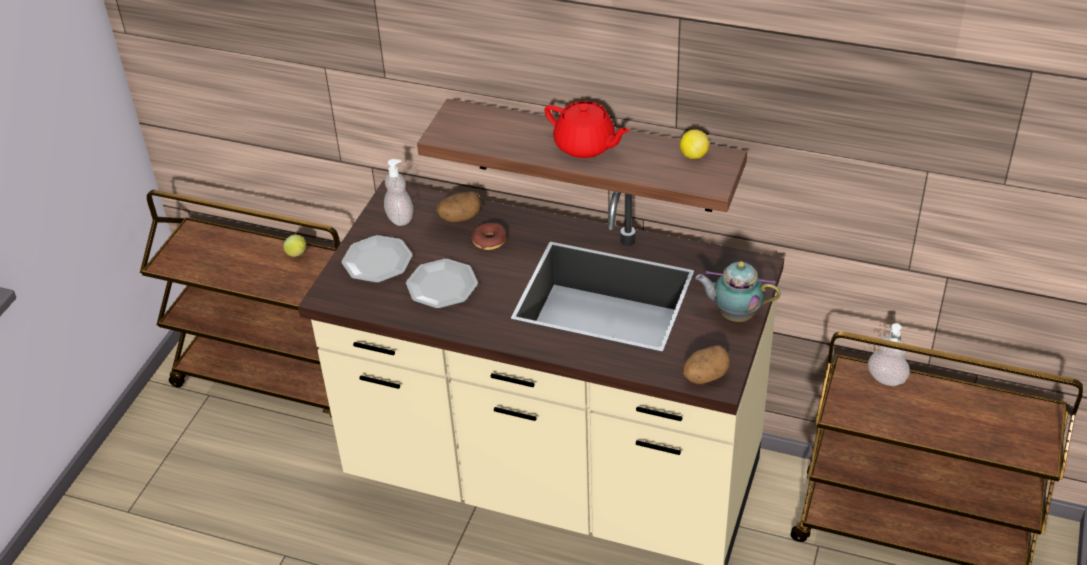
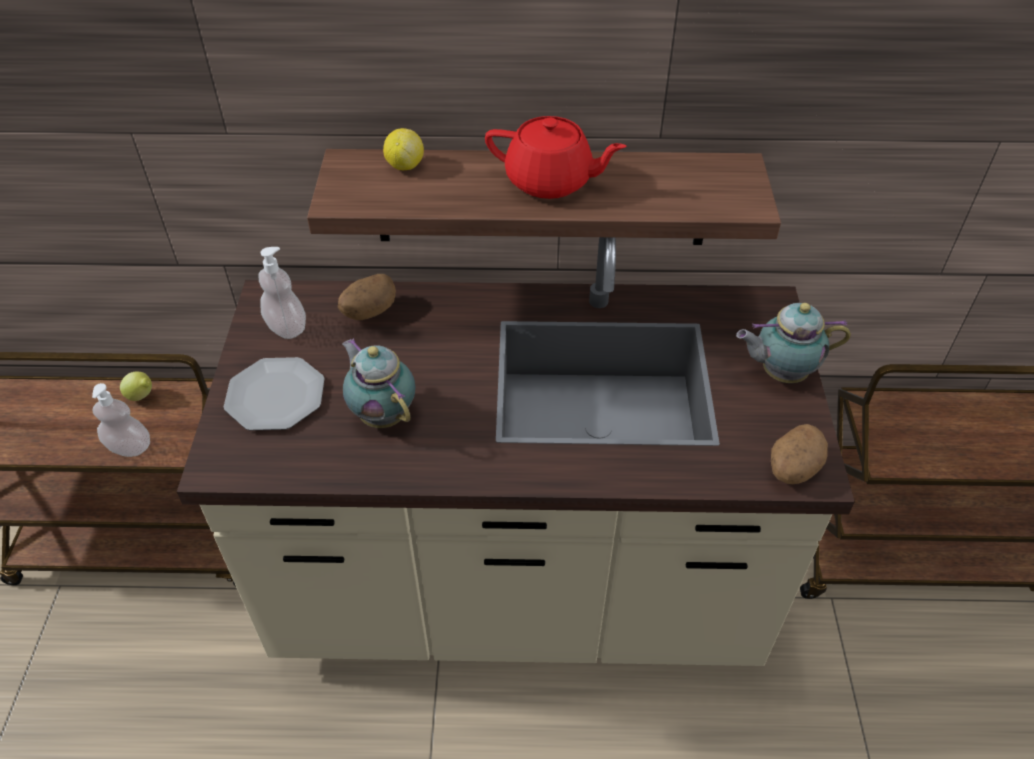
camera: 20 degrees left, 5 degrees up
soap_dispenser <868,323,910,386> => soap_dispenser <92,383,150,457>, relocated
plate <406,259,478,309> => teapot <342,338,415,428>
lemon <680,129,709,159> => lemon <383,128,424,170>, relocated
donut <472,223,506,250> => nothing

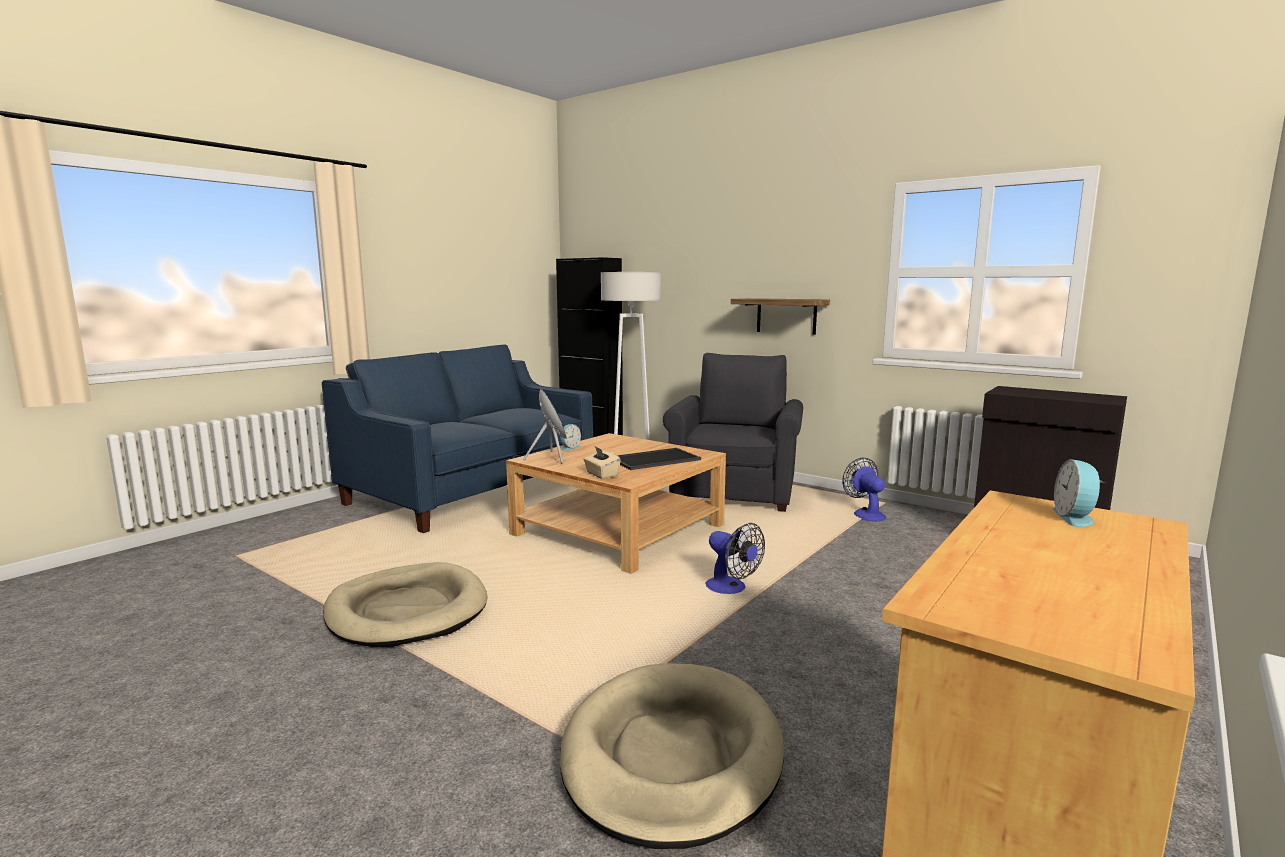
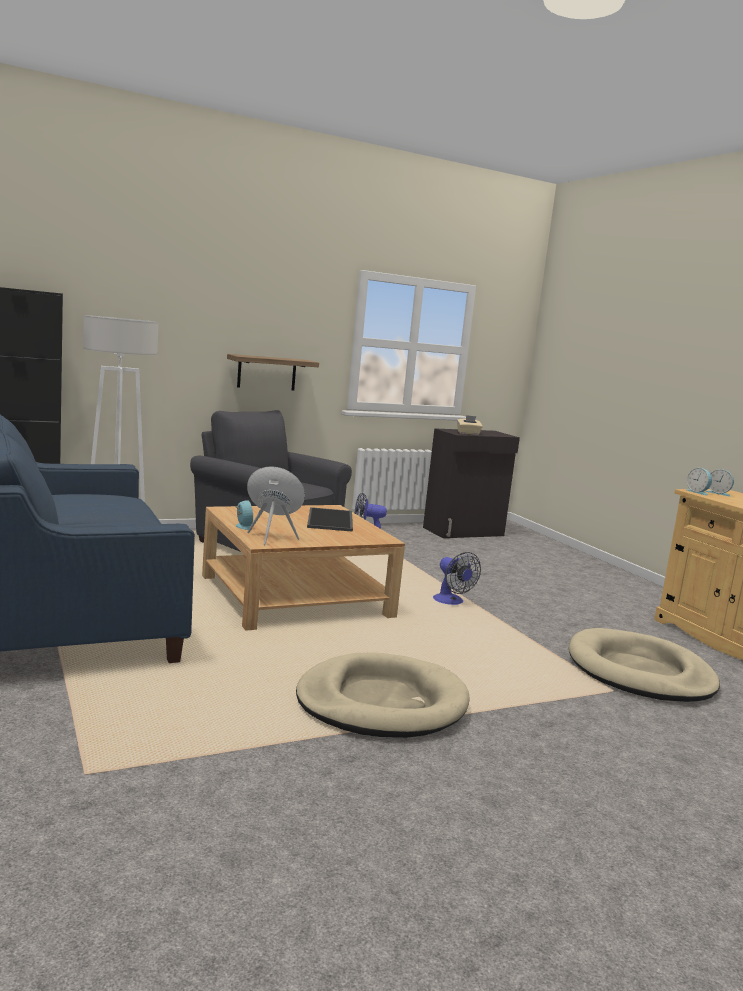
camera: 65 degrees left, 0 degrees up
fan <705,523,765,594> => fan <433,552,481,605>, 75 degrees clockwise
beige_tissue_box <583,447,621,479> => beige_tissue_box <457,415,483,435>, relocated
nothing => alarm_clock <686,468,712,496>

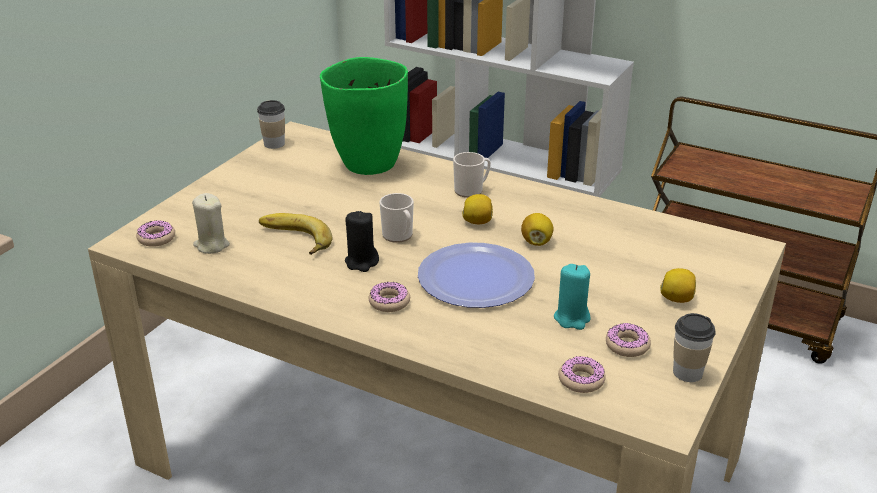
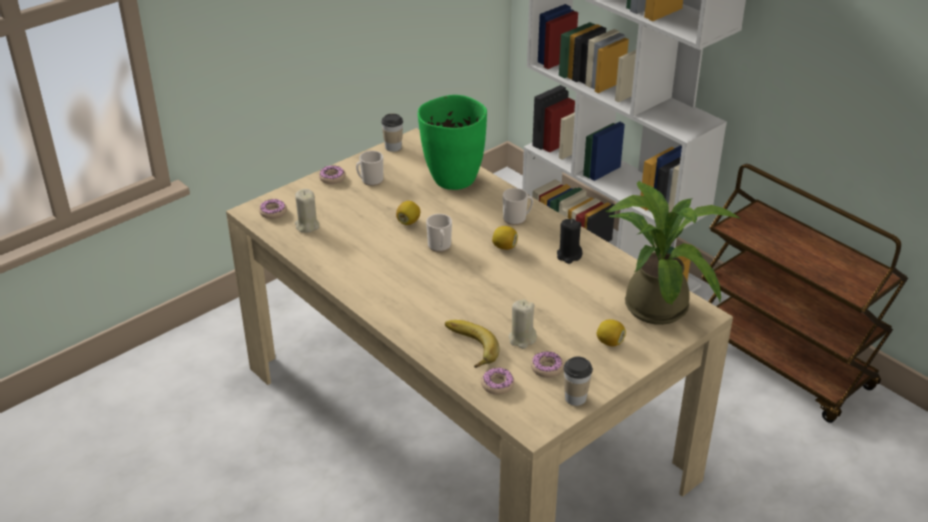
camera: 20 degrees right, 5 degrees up
donut <368,281,410,312> => donut <319,166,346,184>, relocated
nothing => mug <356,151,383,186>
lemon <521,213,554,246> => lemon <396,201,420,225>, relocated
banana <259,213,332,255> => banana <445,320,499,368>, relocated
turquoise_candle <554,264,591,330> => beige_candle <509,300,537,349>
black_candle <345,211,379,272> => black_candle <557,219,582,264>, relocated
nothing => potted_plant <605,181,741,325>
plate <418,243,535,308> => nothing

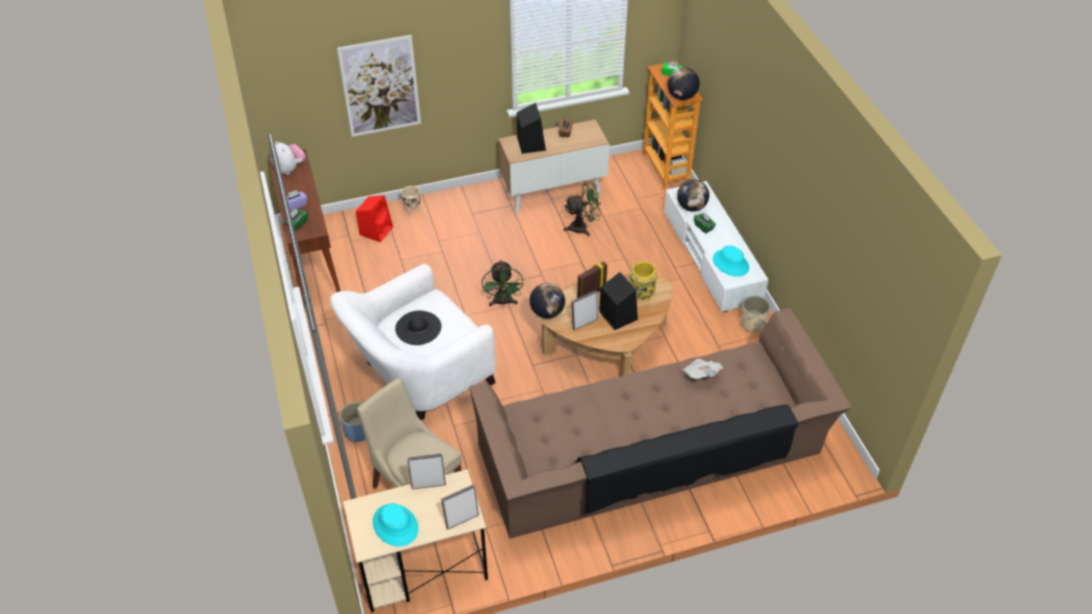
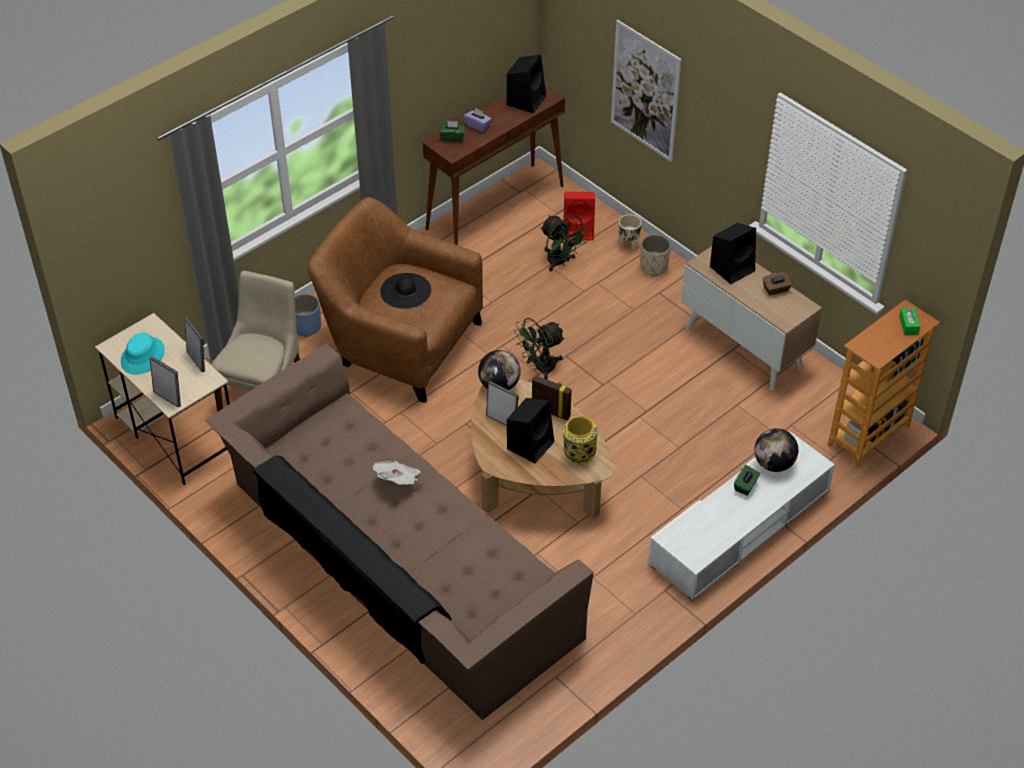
camera: 65 degrees right, 0 degrees up
white_armchair <330,264,496,421> => brown_armchair <308,197,483,403>
newspaper <682,359,723,379> => newspaper <373,461,421,485>, relocated
plush_toy <270,141,306,175> => black_speaker <507,54,546,113>
green_fan <564,183,602,236> => green_fan <540,215,589,271>, relocated
beige_planter <740,296,770,332> => beige_planter <640,234,671,276>, relocated
globe <667,67,700,100> => nothing
turquoise_hat <713,246,749,277> => nothing

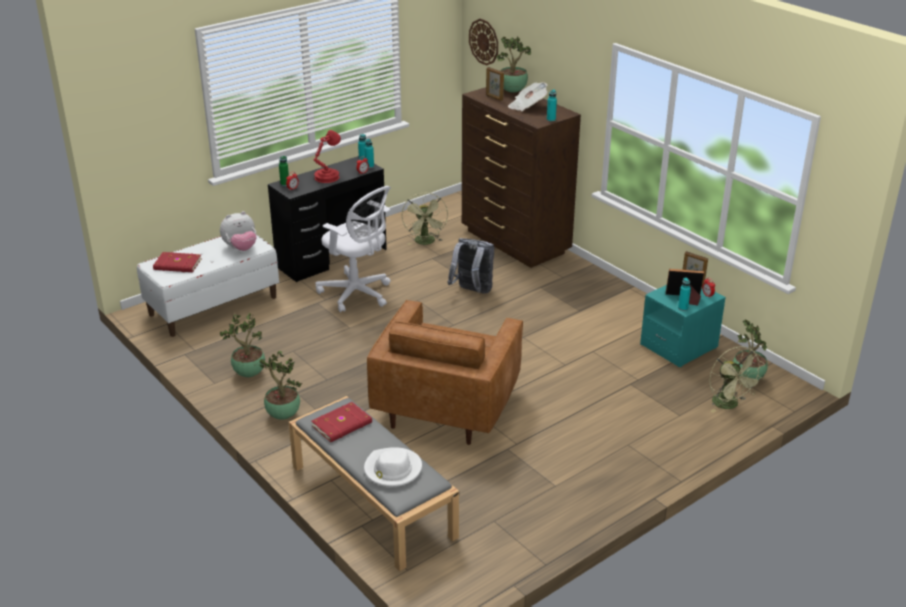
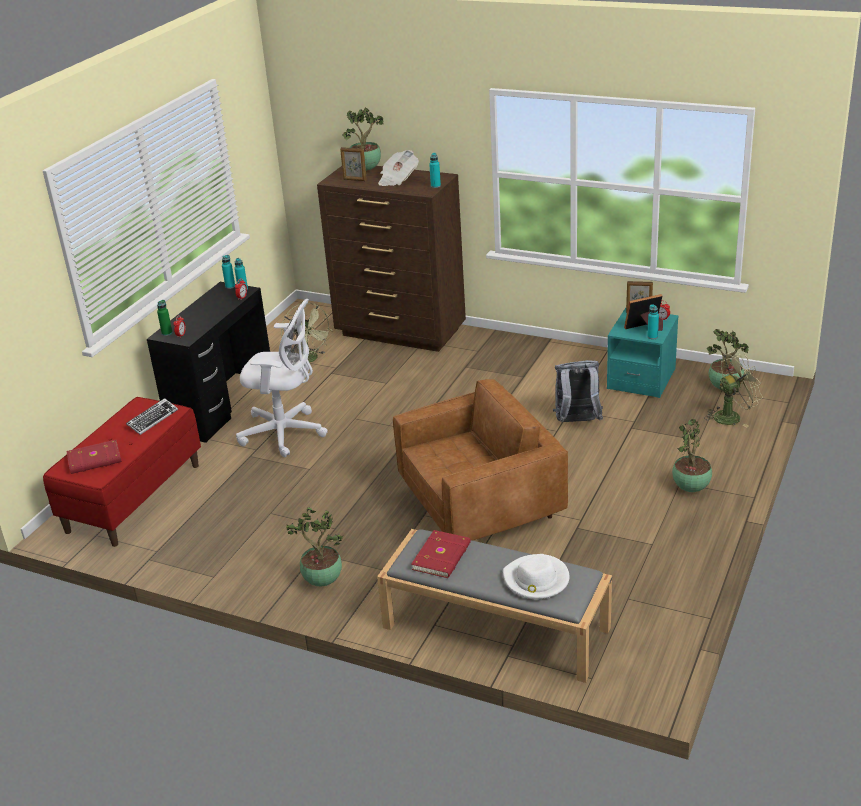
camera: 25 degrees left, 0 degrees up
white_bench <137,234,279,337> => red_bench <43,397,201,547>
plush_toy <220,211,256,251> => keyboard <126,398,178,435>
brown_armchair <367,300,523,445> => brown_armchair <393,379,568,541>, 105 degrees counterclockwise
grey_backpack <448,238,494,293> => grey_backpack <553,360,603,423>, relocated
potted_plant <220,313,265,377> => potted_plant <672,418,712,492>, relocated
green_fan <709,346,765,413> => green_fan <704,351,763,427>, 60 degrees counterclockwise
red_table_lamp <313,130,341,183> => nothing
wall_clock <469,19,498,66> => nothing

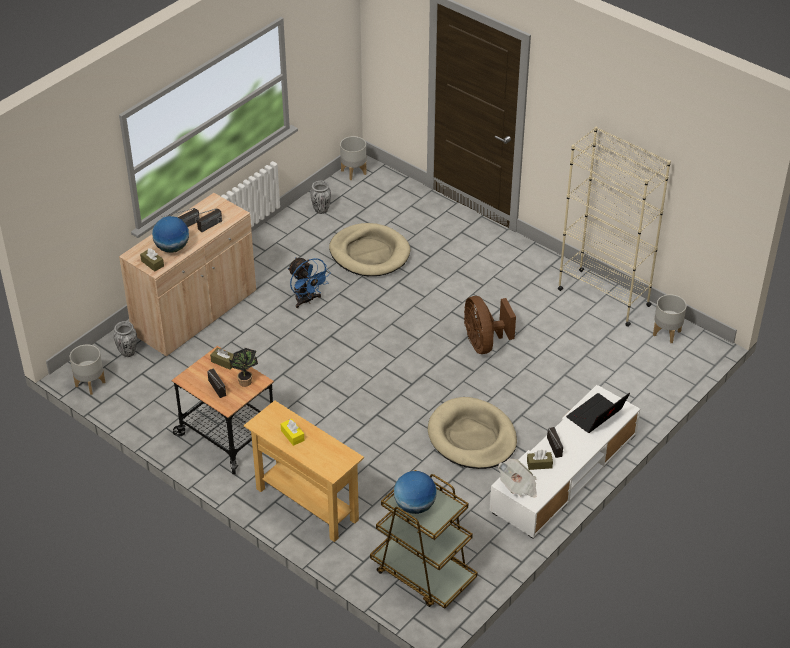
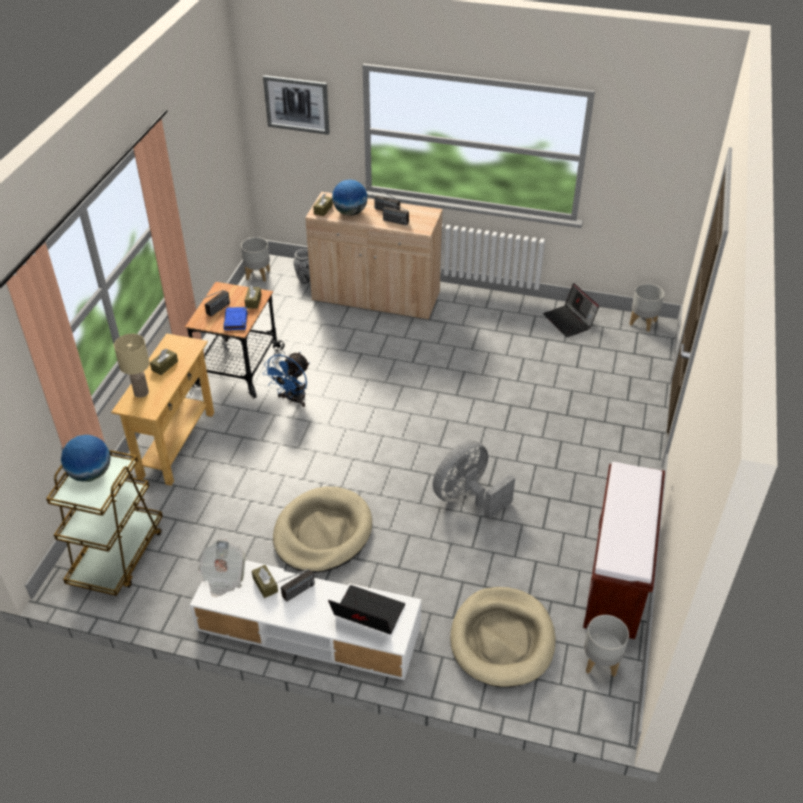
camera: 65 degrees right, 0 degrees up
nothing => beige_table_lamp <114,334,150,398>
yellow_tissue_box <281,419,304,446> => brown_tissue_box <150,349,178,375>
potted_plant <229,348,258,387> => blue_book <224,307,247,330>
nothing => picture <263,75,330,135>
blue_fan <288,257,331,308> => blue_fan <263,352,310,407>, relocated
brown_fan <464,296,516,354> => grey_fan <433,440,515,519>
beige_dog_bed <329,223,410,276> => beige_dog_bed <450,587,556,688>, relocated
vase <310,181,331,214> => laptop <543,283,599,337>
beige_bookcase <558,126,671,327> => brown_bench <583,462,665,639>

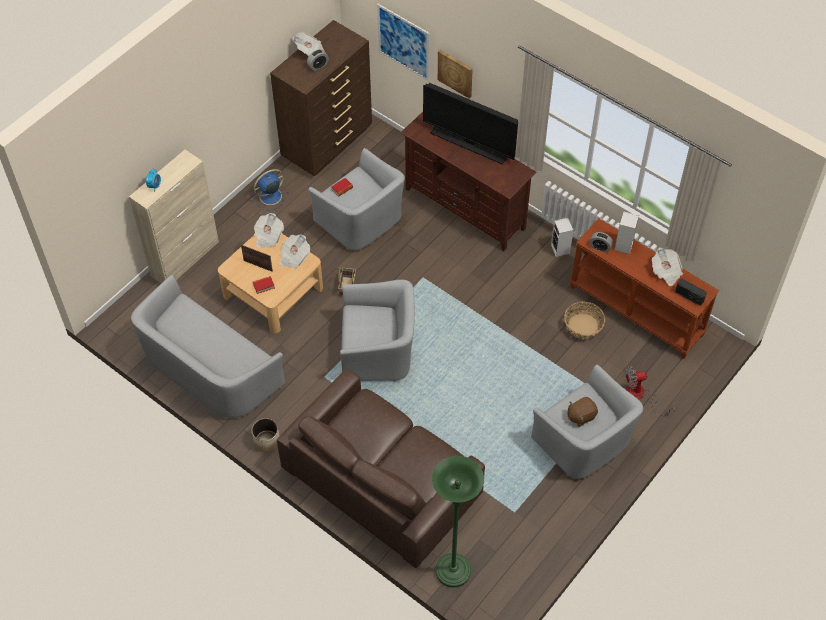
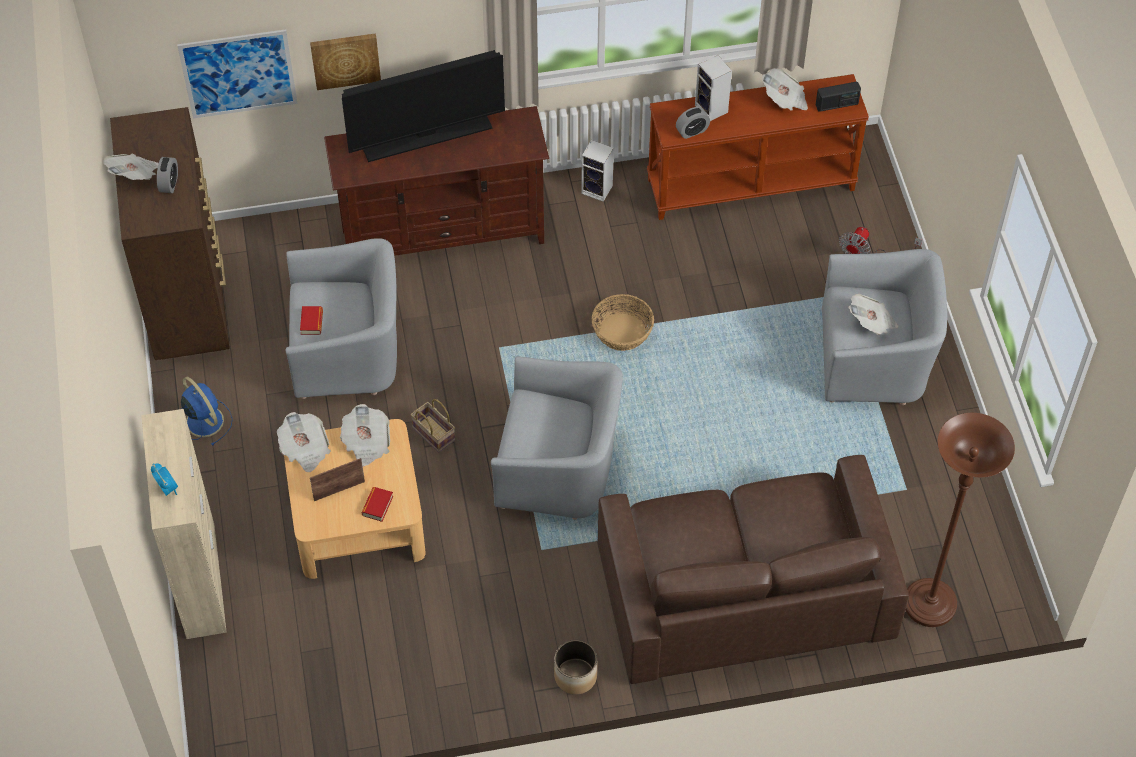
camera: 50 degrees left, 0 degrees up
blue_fan <254,169,289,211> => blue_fan <181,377,233,446>, 135 degrees clockwise
grey_armchair <340,280,415,382> => grey_armchair <491,357,623,520>, 60 degrees clockwise
basket <564,302,605,339> => basket <592,294,654,351>, relocated
brown_plush_toy <568,397,598,427> => newspaper <848,294,898,335>
green_floor_lamp <432,456,484,587> => brown_floor_lamp <906,413,1015,627>
grey_sofa <131,275,285,418> => nothing

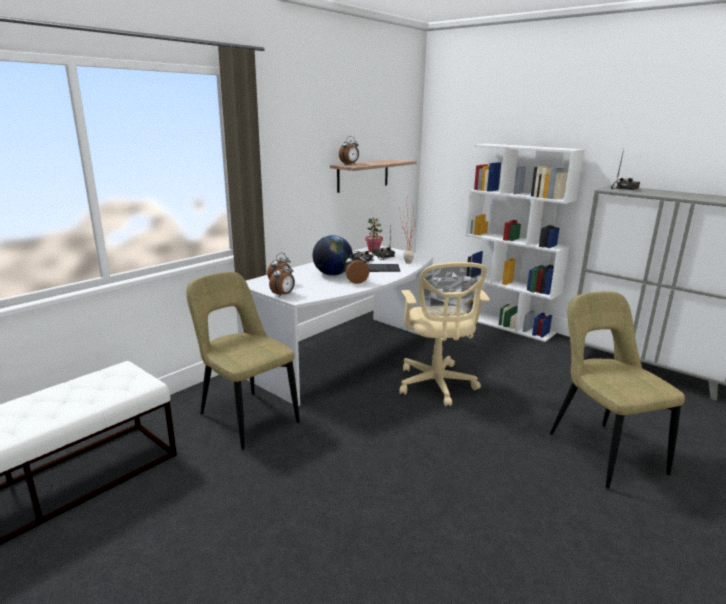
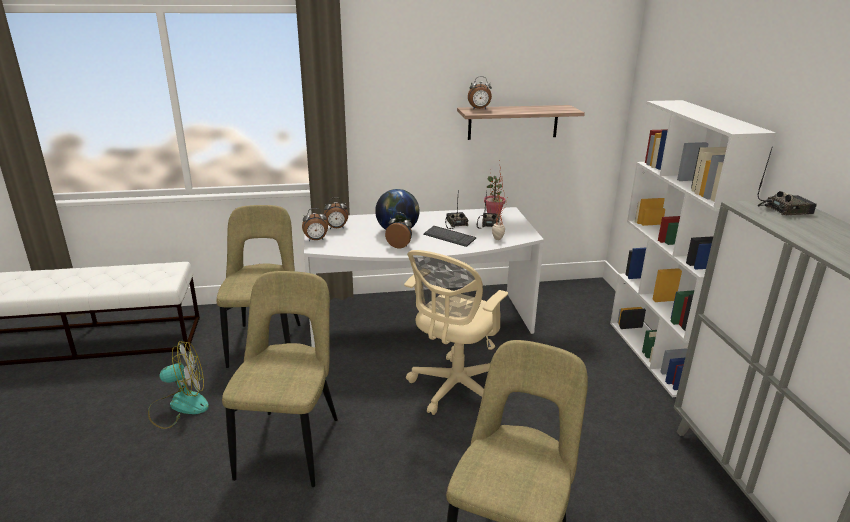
camera: 40 degrees right, 5 degrees up
nothing => fan <148,341,209,429>
nothing => beige_chair <222,271,338,487>

